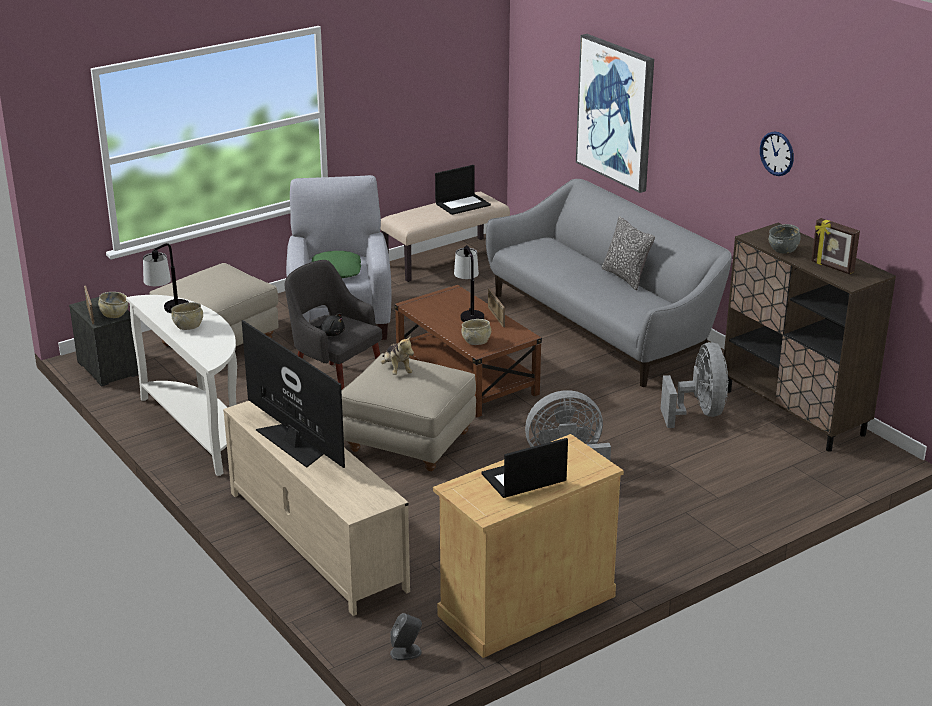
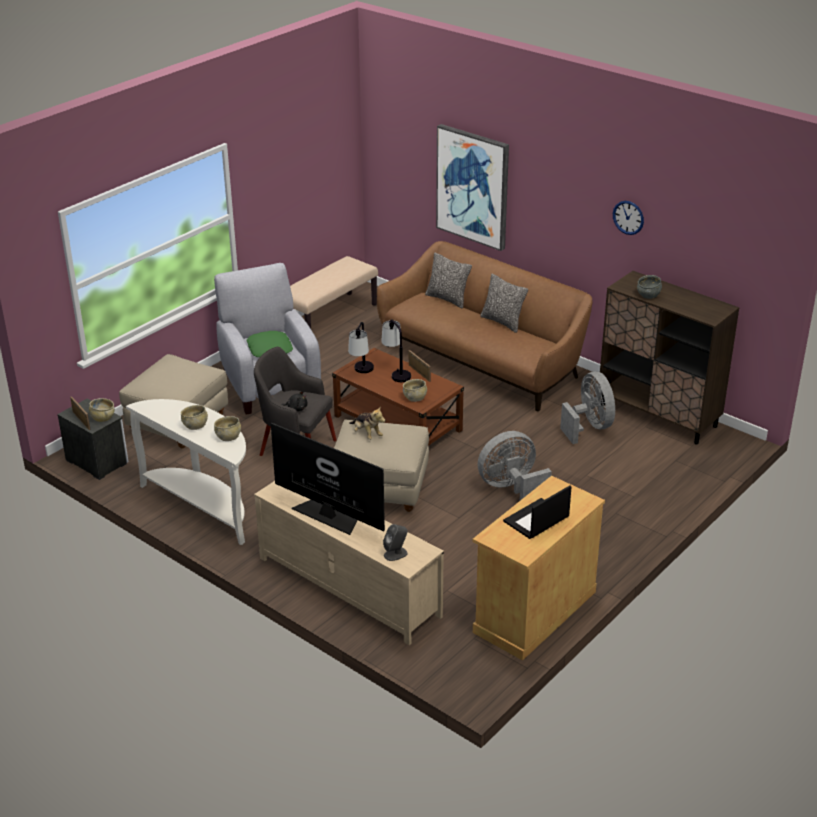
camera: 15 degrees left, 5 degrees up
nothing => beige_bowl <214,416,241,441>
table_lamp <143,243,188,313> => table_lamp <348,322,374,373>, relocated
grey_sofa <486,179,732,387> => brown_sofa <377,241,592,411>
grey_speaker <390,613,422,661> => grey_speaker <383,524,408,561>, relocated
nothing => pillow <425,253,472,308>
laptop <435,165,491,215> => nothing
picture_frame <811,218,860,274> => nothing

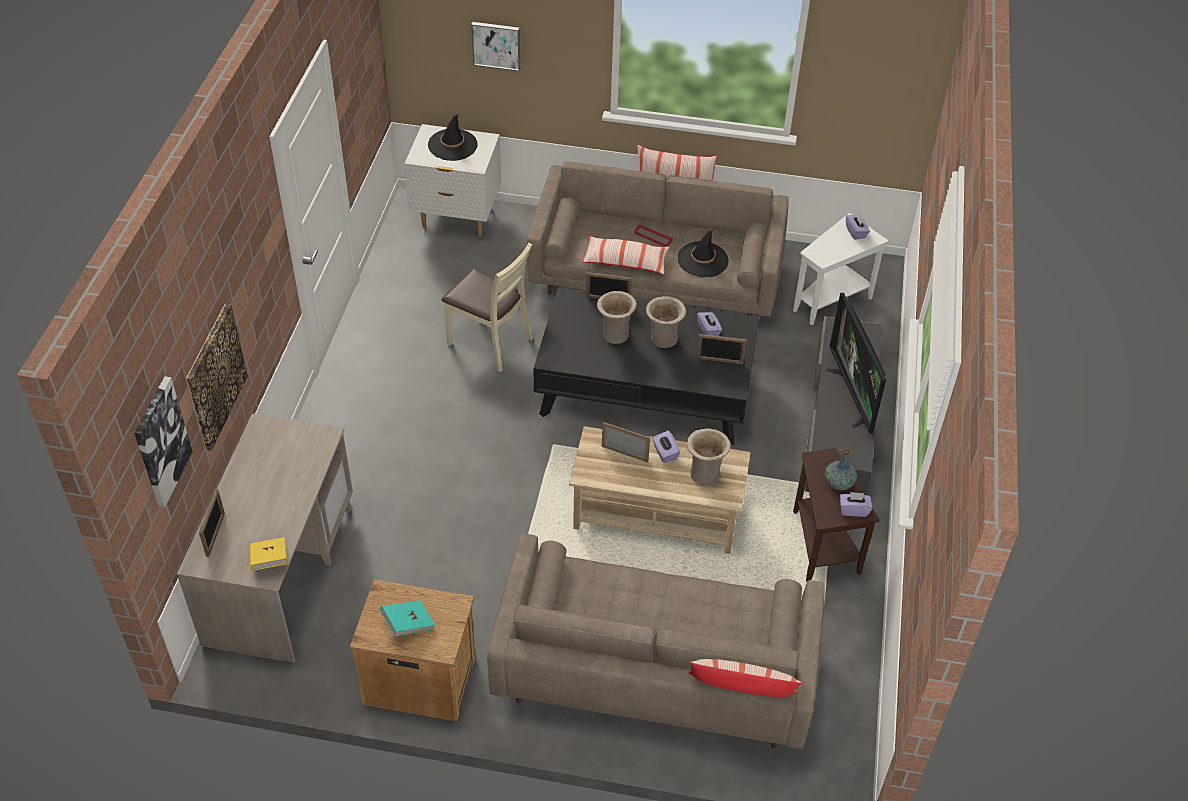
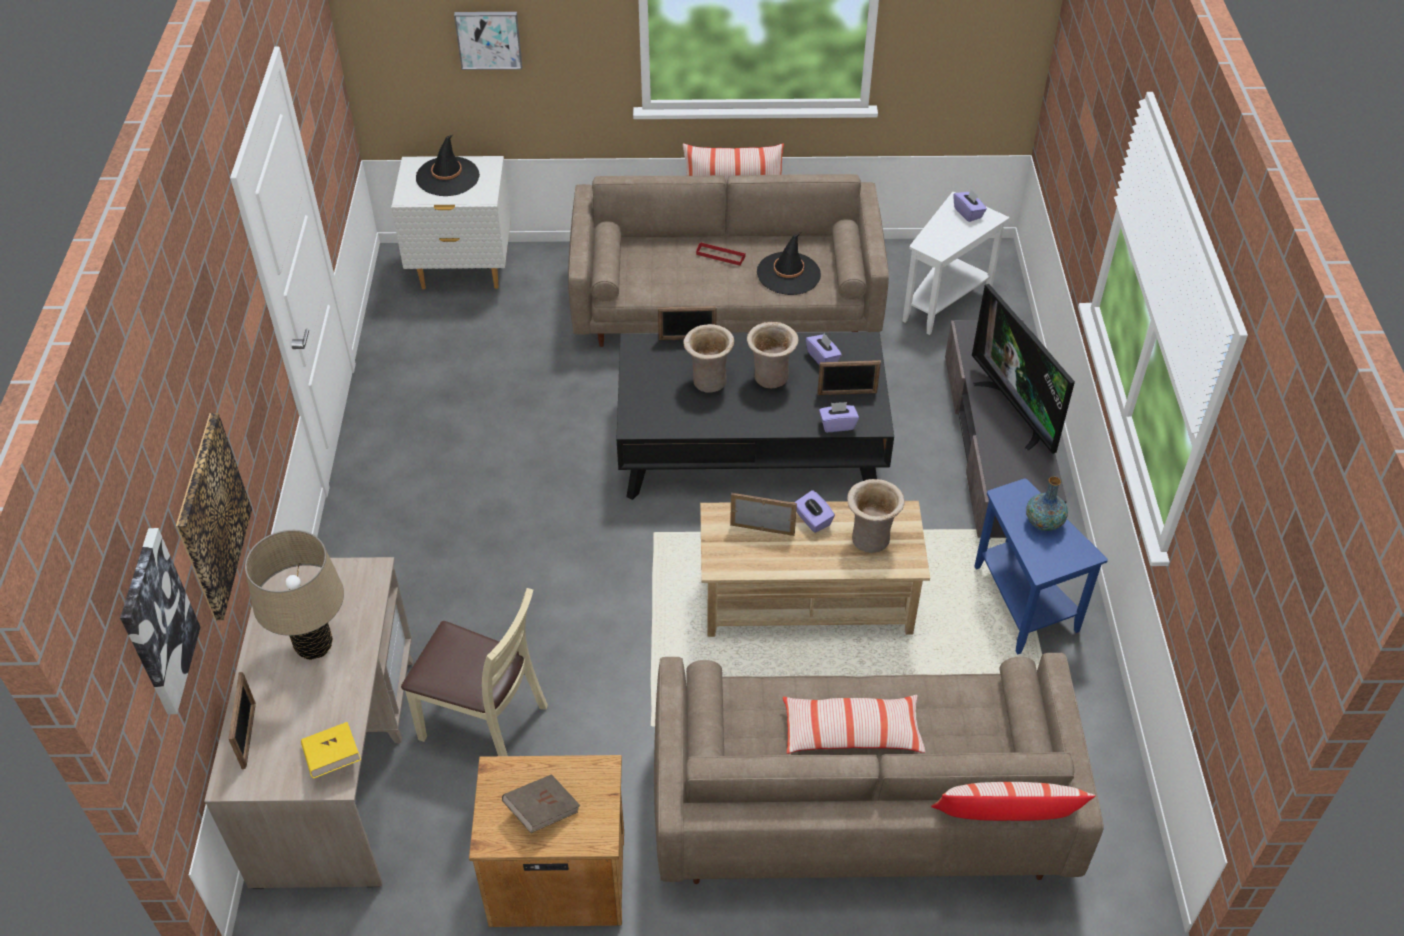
camera: 10 degrees left, 0 degrees up
nothing => beige_table_lamp <245,530,344,660>
beige_chair <441,243,533,372> => beige_chair <401,588,548,756>, relocated
turquoise_book <380,600,435,637> => brown_book <502,774,580,833>
pillow <582,236,670,274> => pillow <783,695,925,754>, relocated
purple_tissue_box <840,492,873,517> => purple_tissue_box <819,402,859,432>, relocated
brown_side_table <793,448,880,582> => blue_side_table <974,479,1108,654>

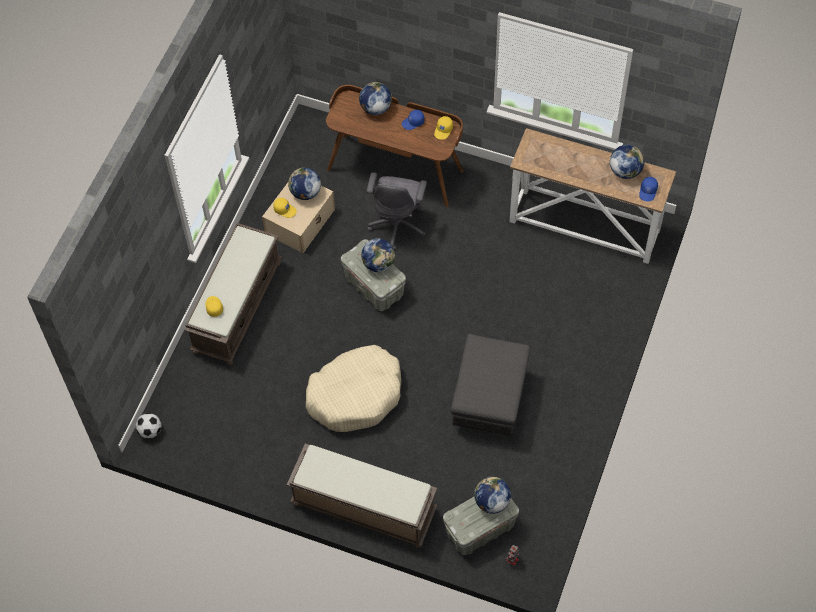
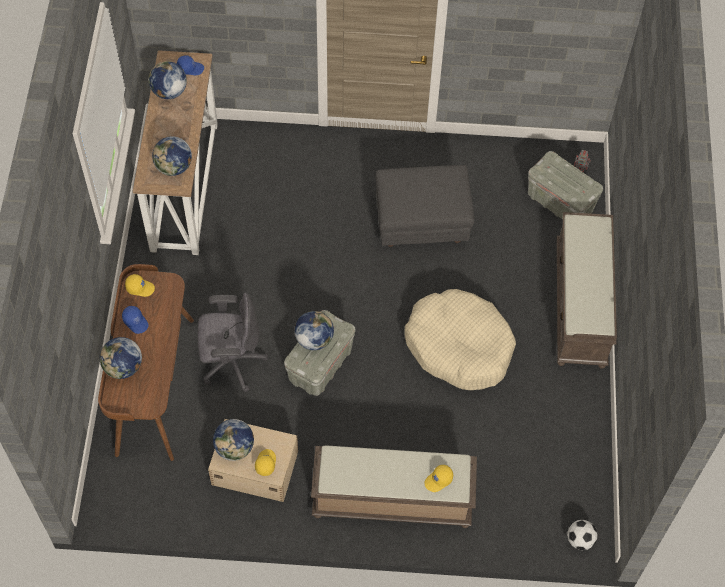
camera: 110 degrees left, 0 degrees up
globe <474,477,511,514> => globe <152,136,192,176>, relocated

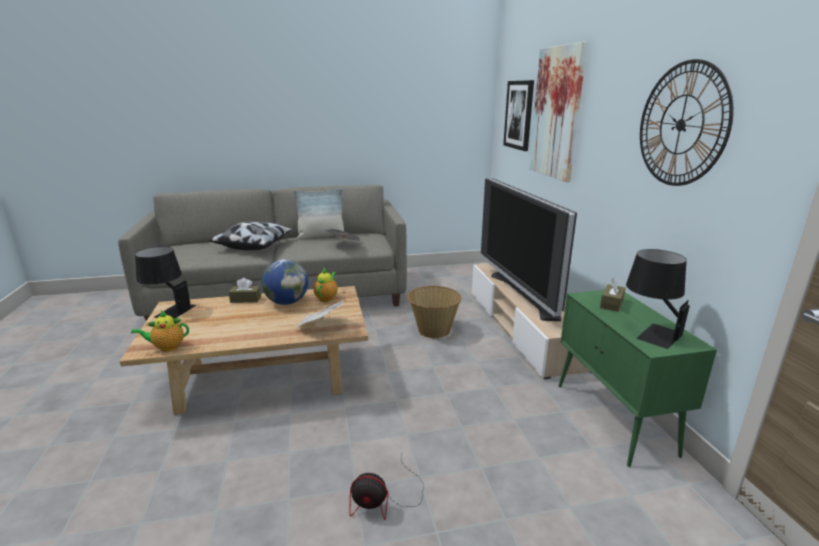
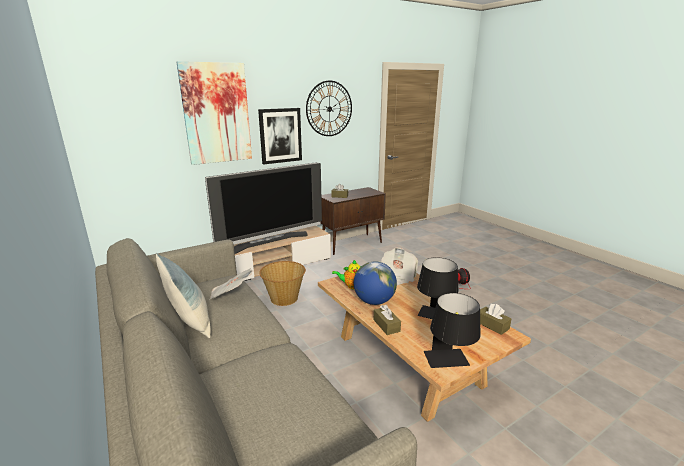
camera: 110 degrees left, 0 degrees up
picture <503,80,534,151> => picture <258,108,302,165>, relocated
green_cabinet <559,290,717,467> => brown_cabinet <320,187,386,255>
black_table_lamp <626,249,690,349> => black_table_lamp <417,257,459,319>, relocated
teapot <131,311,189,352> => brown_tissue_box <480,304,511,335>
pillow <210,221,293,250> => nothing

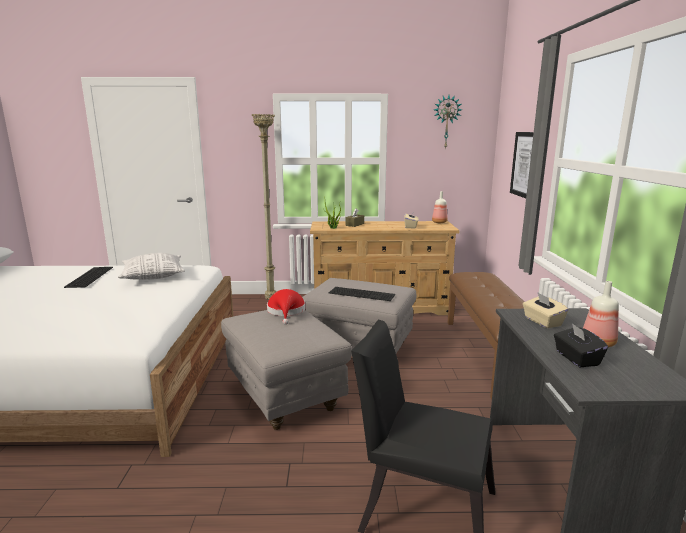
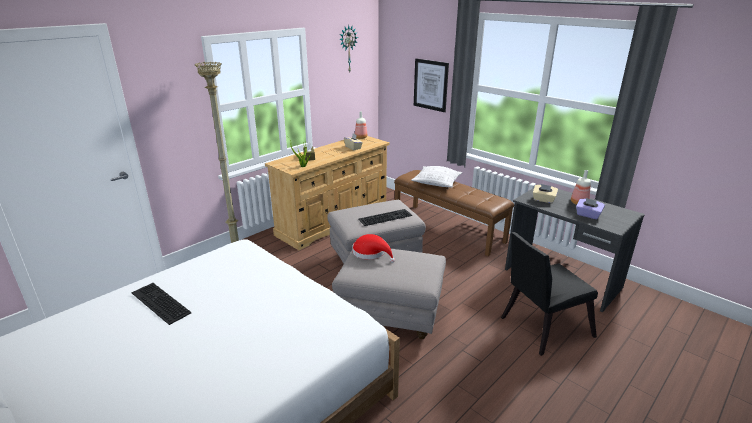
camera: 45 degrees left, 10 degrees up
pillow <118,253,185,280> => pillow <411,166,462,187>, relocated
black_tissue_box <554,323,608,367> => purple_tissue_box <576,198,605,219>

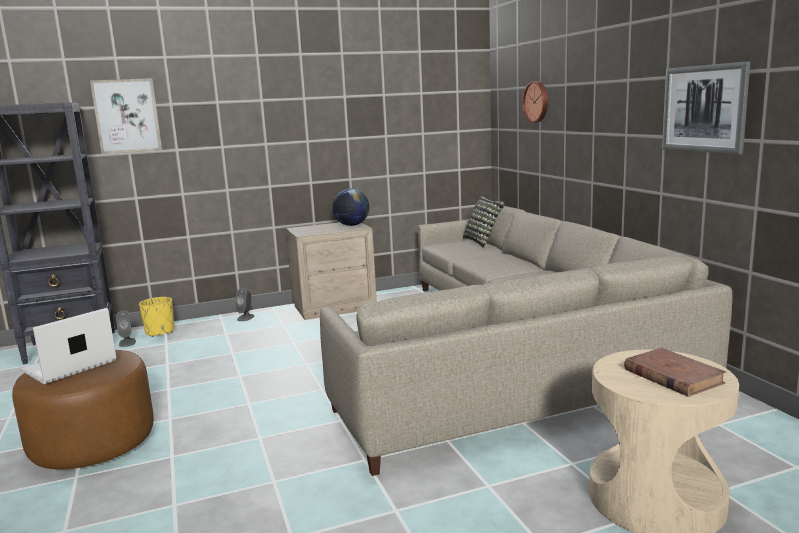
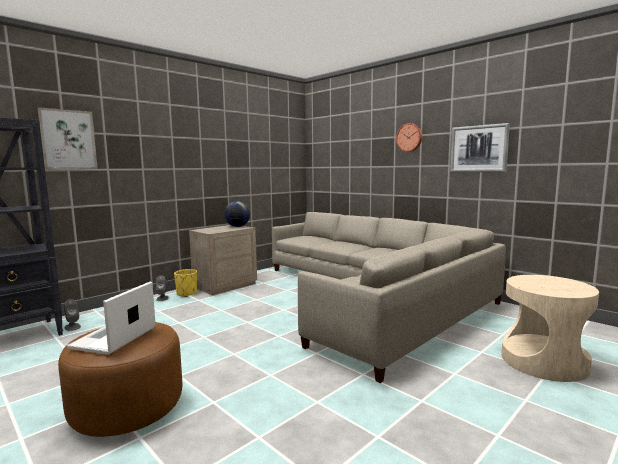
camera: 25 degrees left, 5 degrees down
yellow_planter <139,297,174,337> => yellow_planter <174,269,197,297>, relocated
wall_clock <522,81,548,123> => wall_clock <396,123,422,152>, relocated
pillow <463,196,504,247> => nothing
brown_book <624,348,726,397> => nothing

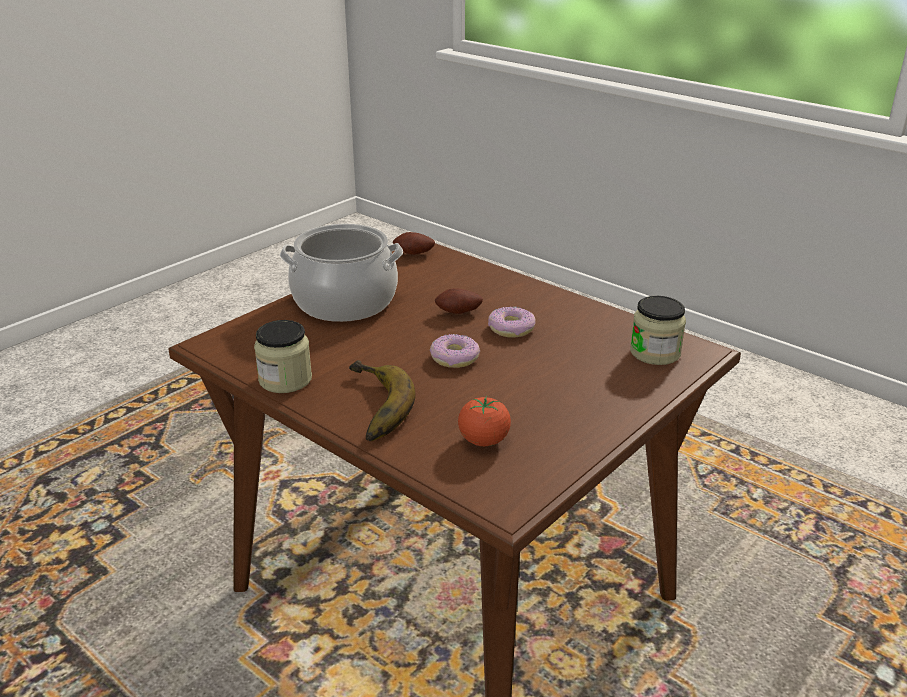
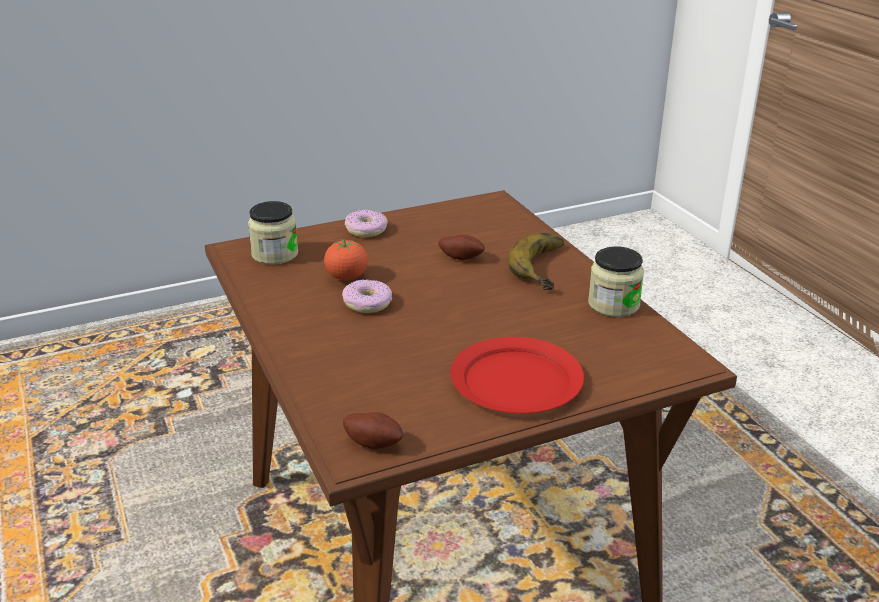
camera: 155 degrees left, 0 degrees up
tomato <458,396,511,446> => tomato <324,239,368,280>, relocated
donut <430,334,480,368> => donut <345,209,388,237>, relocated
potato <435,288,483,314> => potato <438,234,485,260>, relocated
cooking_pot <280,224,403,322> => red_plate <450,337,584,414>

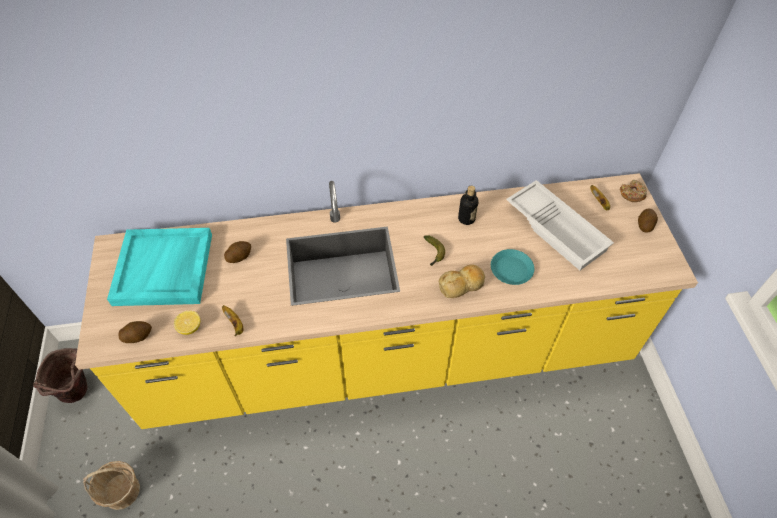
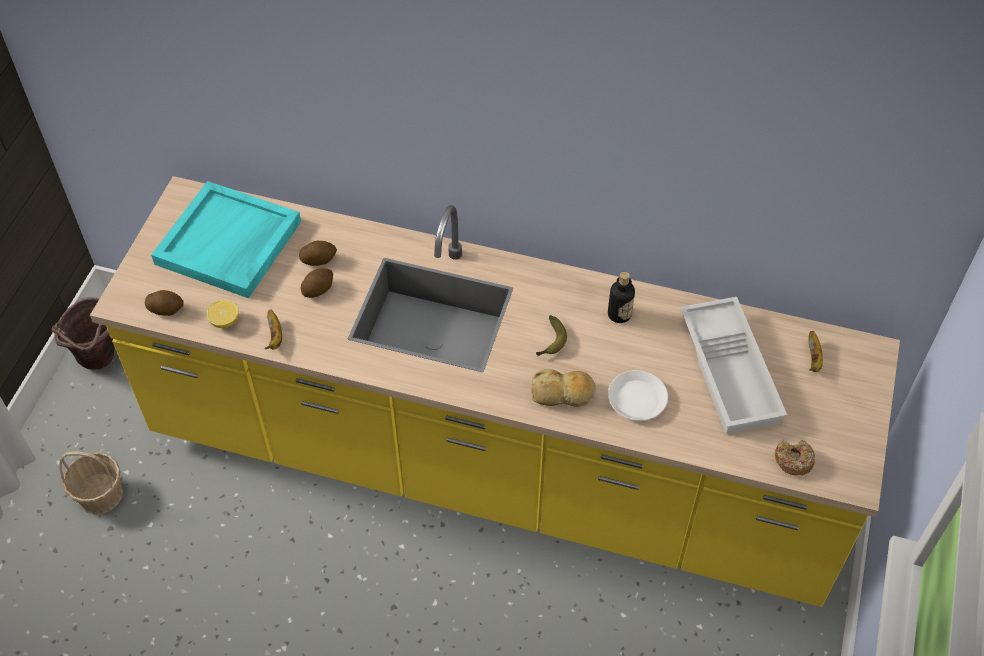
camera: 25 degrees right, 0 degrees up
potato <638,208,658,233> => potato <301,268,333,298>, relocated
turquoise_plate <491,249,534,285> => white_plate <608,370,668,421>
donut <620,180,647,202> => donut <775,440,815,476>, relocated

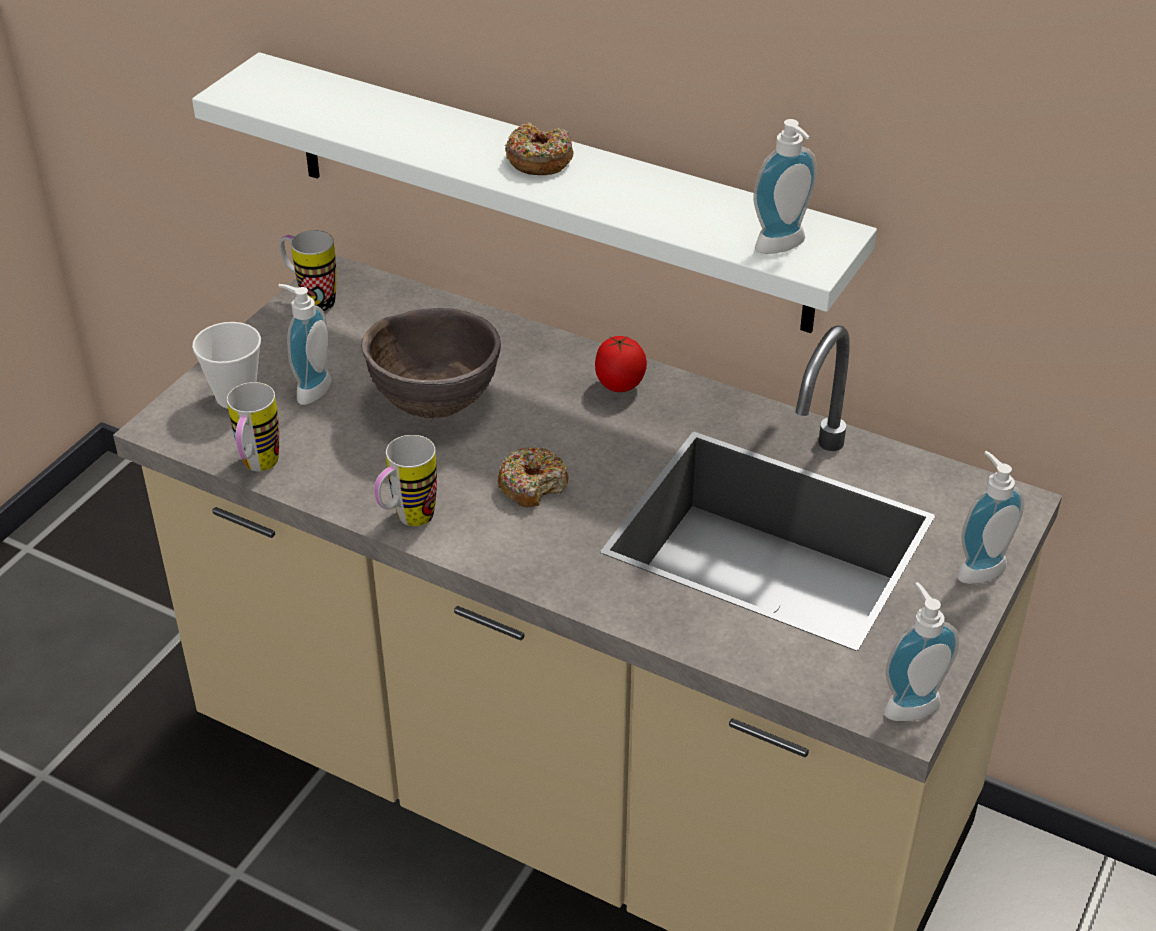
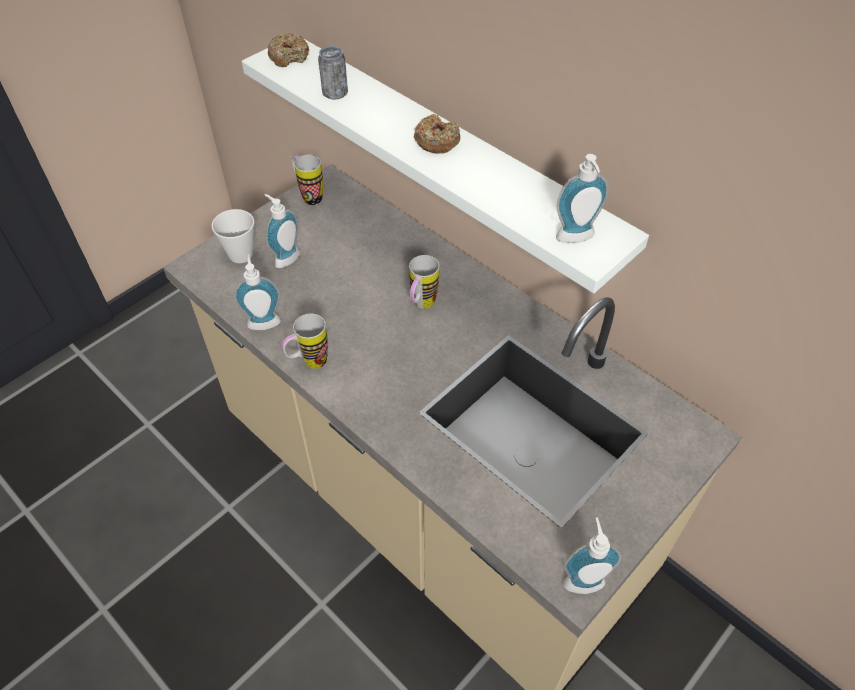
camera: 15 degrees right, 10 degrees up
soap_dispenser <957,451,1024,584> => soap_dispenser <234,254,281,330>, relocated
donut <497,447,569,507> => donut <268,33,309,67>, relocated
nothing => can <318,46,348,100>
mug <227,382,279,471> => mug <409,255,439,309>, relocated
brown_bowl <361,308,501,418> => nothing
tomato <595,336,647,392> => nothing

